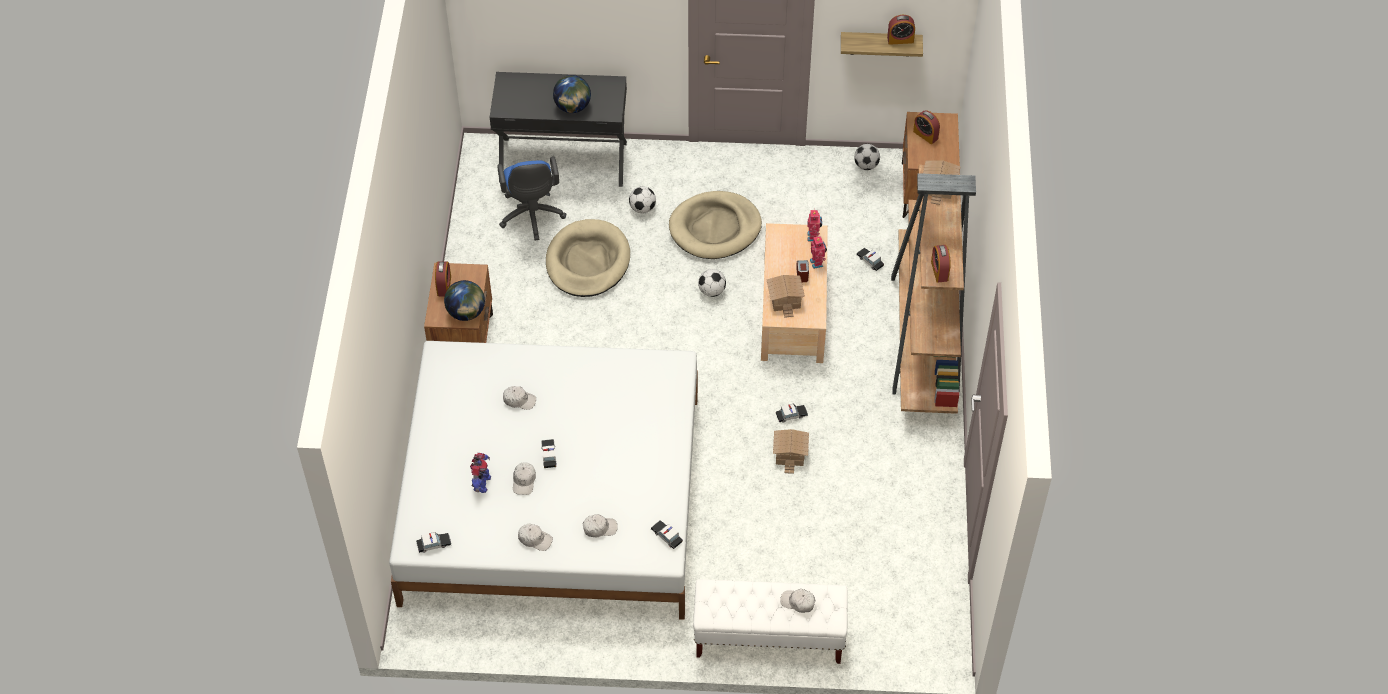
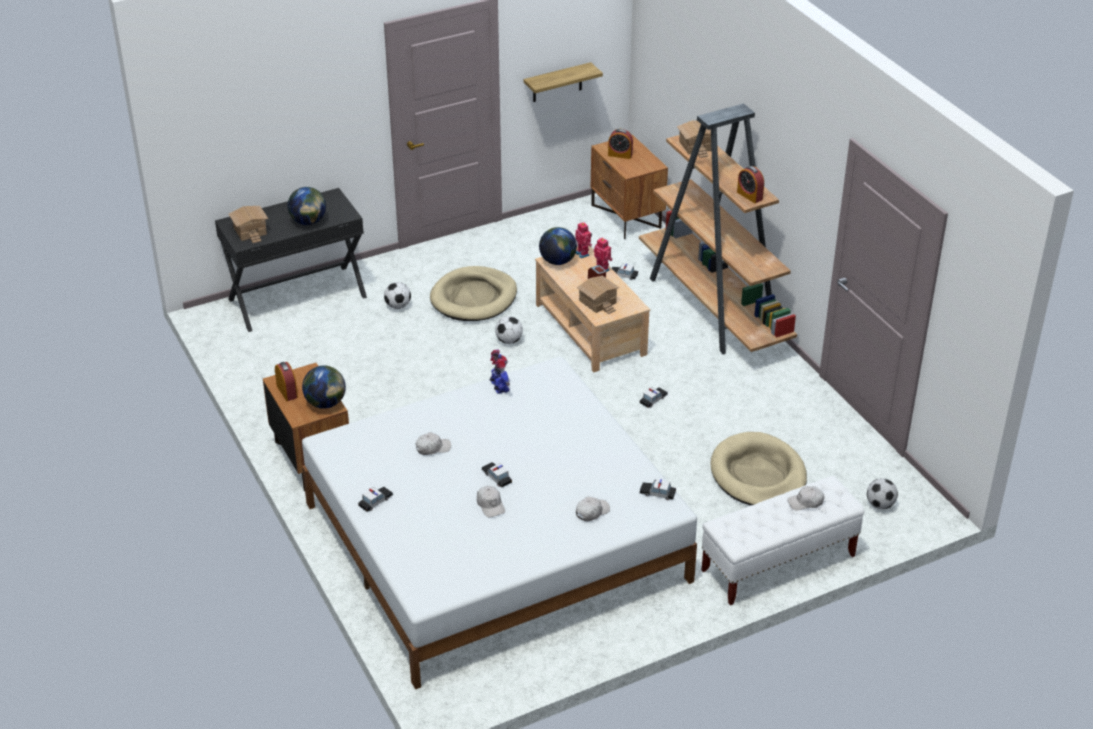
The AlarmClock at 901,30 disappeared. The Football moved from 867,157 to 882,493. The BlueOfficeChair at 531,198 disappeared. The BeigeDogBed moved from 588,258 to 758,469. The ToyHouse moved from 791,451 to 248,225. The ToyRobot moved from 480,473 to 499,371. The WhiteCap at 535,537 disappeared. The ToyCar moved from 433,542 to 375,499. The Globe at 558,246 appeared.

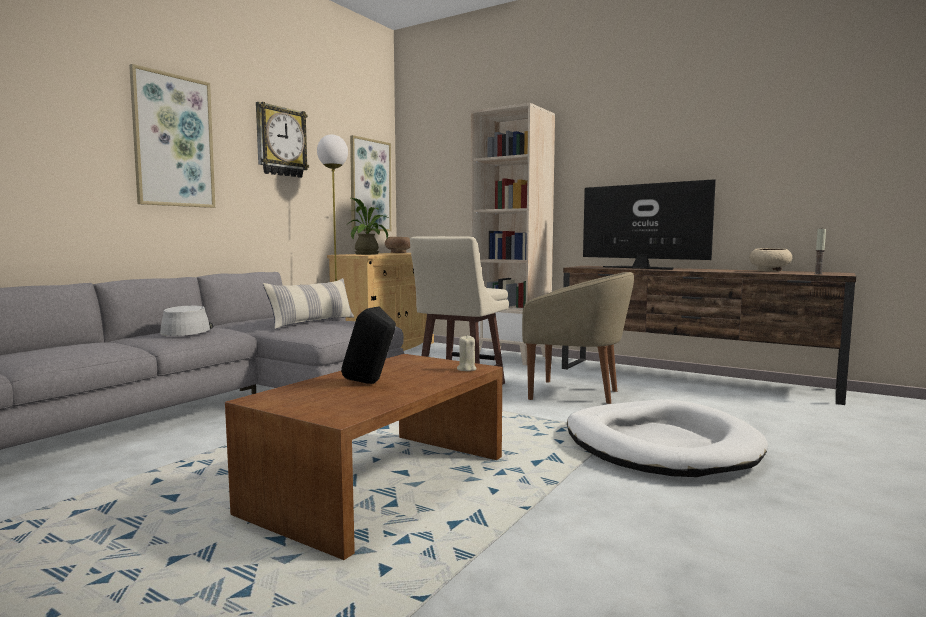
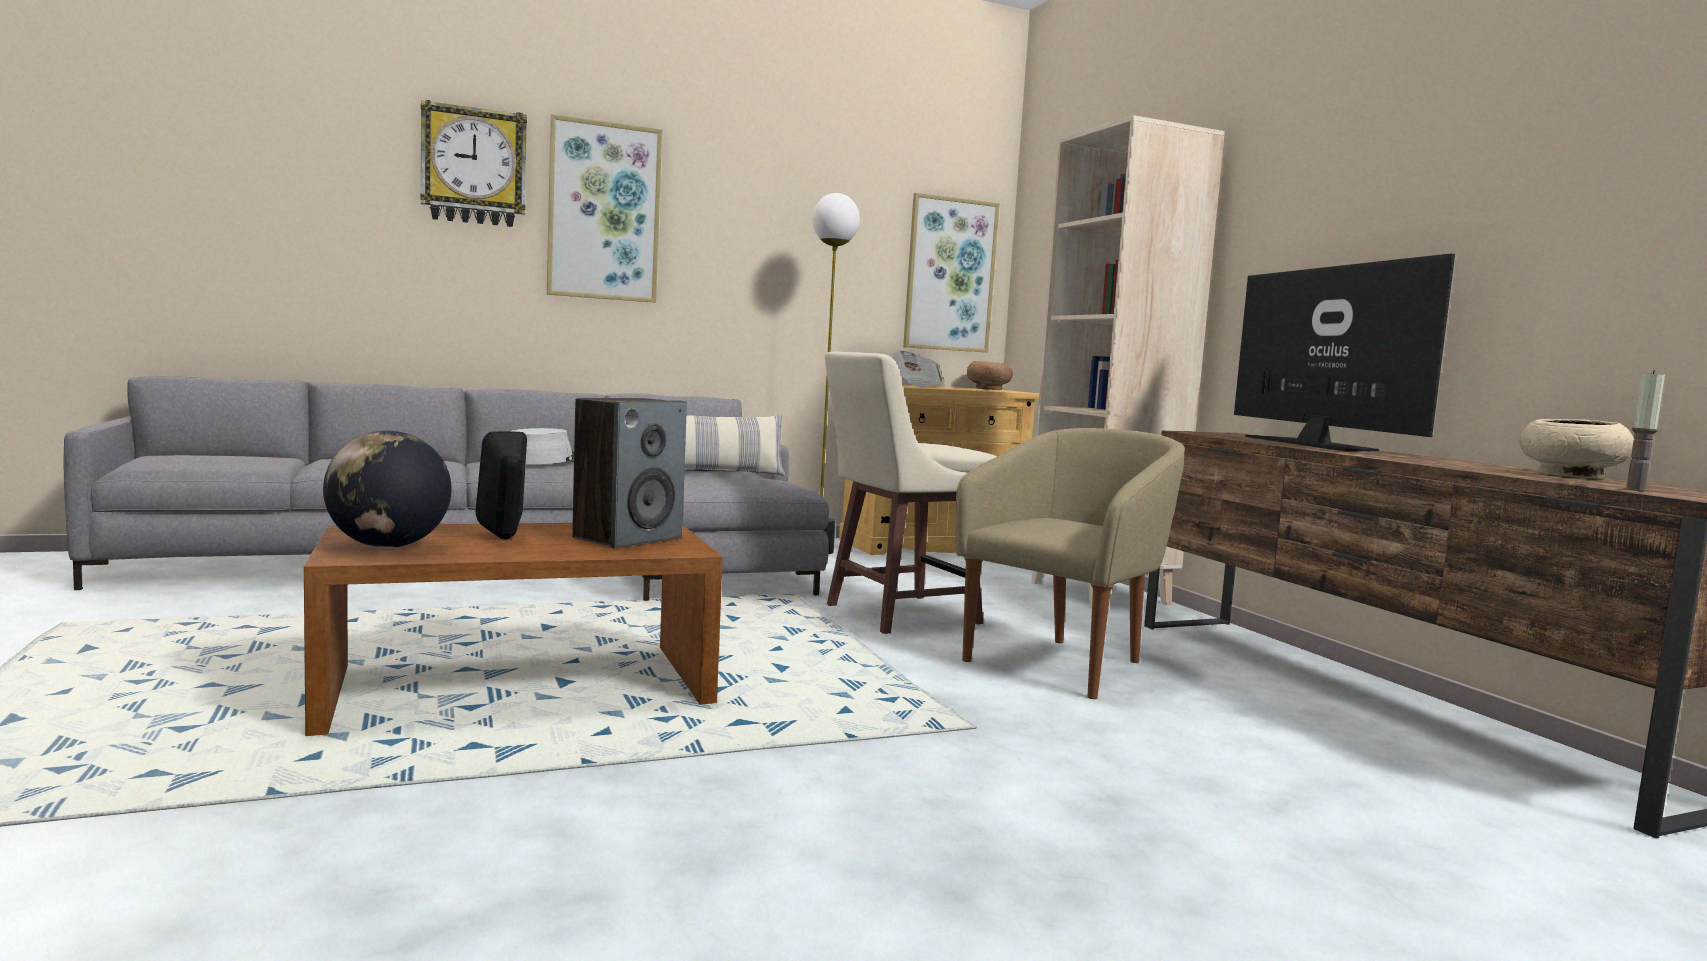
The WallClock moved from 282,140 to 474,163. The PottedPlant at 368,226 was replaced by the Newspaper at 915,368. The BeigeArmchair at 578,338 turned 105 degrees counterclockwise. The BeigeCandle at 466,353 disappeared. The WhiteDogBed at 667,438 disappeared. The Speaker at 629,473 appeared. The Globe at 387,489 appeared.

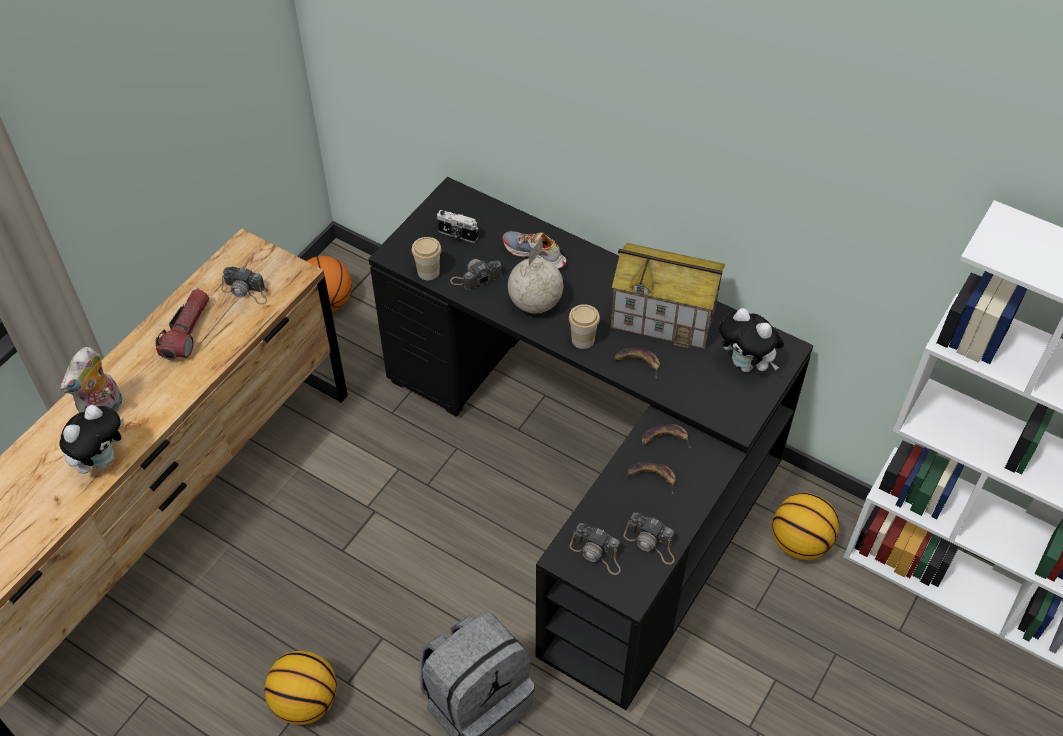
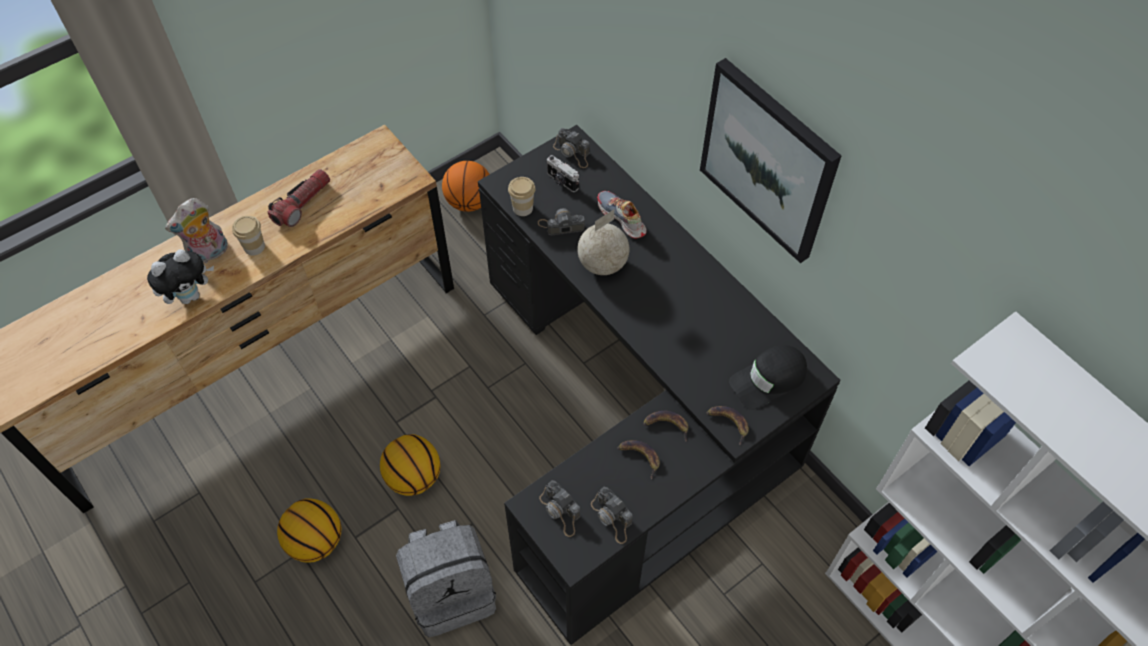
The ToyHouse at 668,296 disappeared. The PhotoCamera moved from 244,286 to 571,148. The Cup moved from 584,326 to 248,236. The PlushToy at 751,340 was replaced by the BlackCap at 768,377. The Banana moved from 637,363 to 727,425. The Basketball moved from 805,526 to 410,465. The Picture at 770,160 appeared.

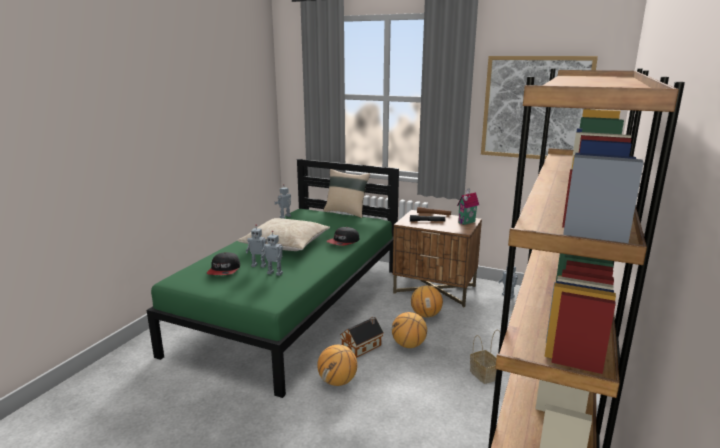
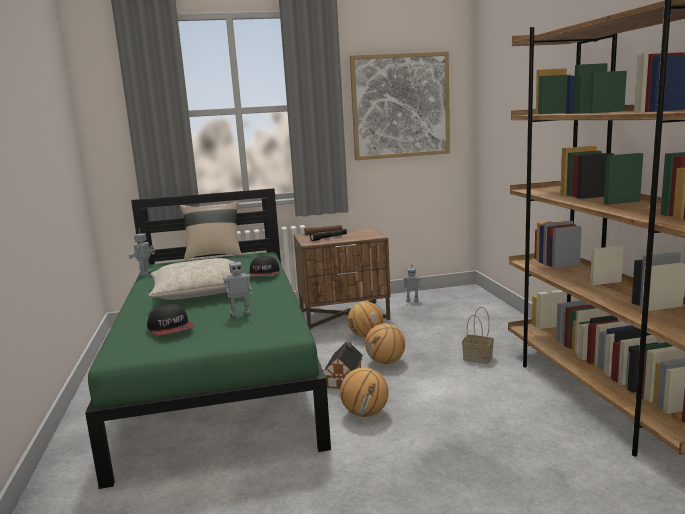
The ToyHouse at 468,206 disappeared. The ToyRobot at 256,246 disappeared.

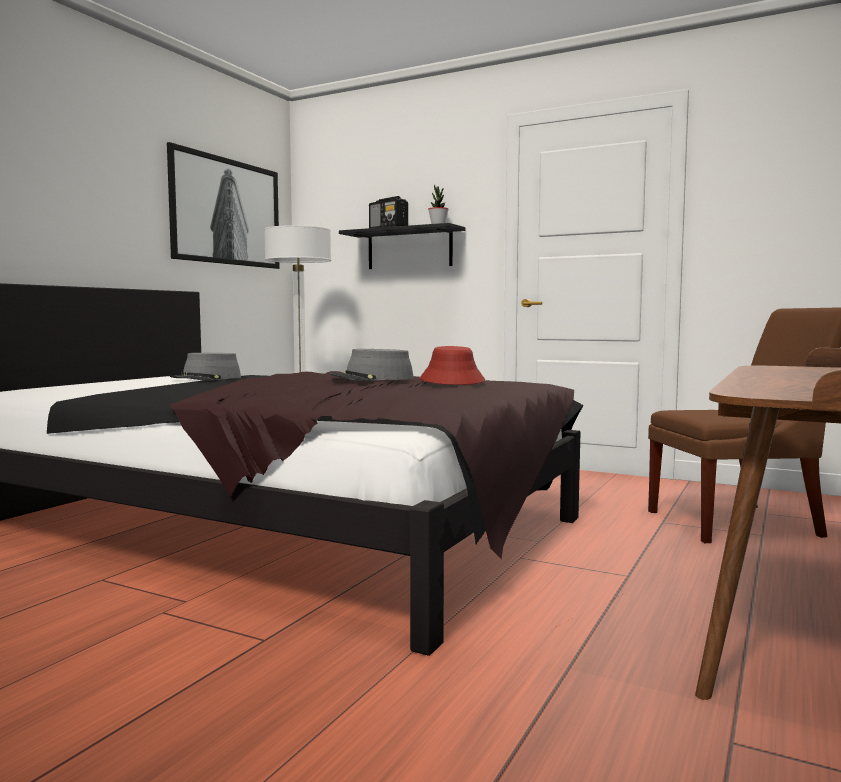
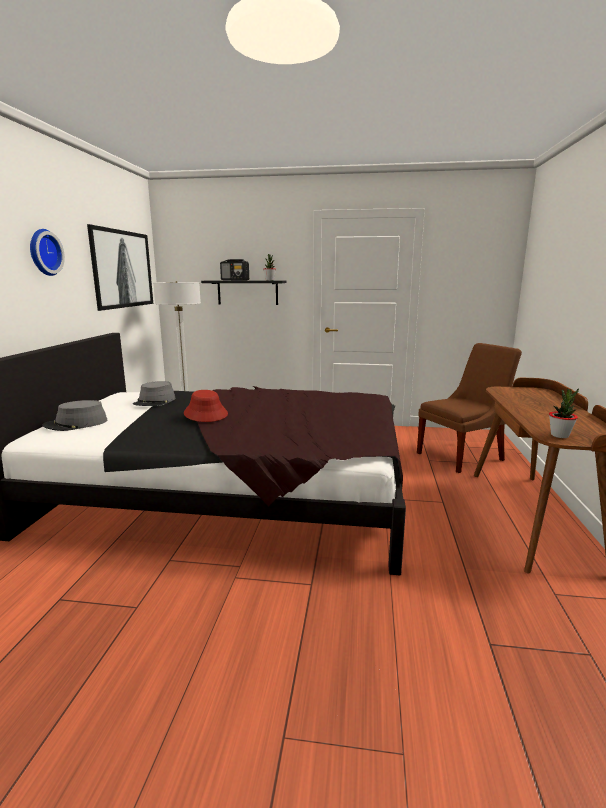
The RedHat moved from 452,365 to 206,406. The GreyHat moved from 372,365 to 74,415. The WallClock at 47,252 appeared. The PottedPlant at 564,413 appeared.

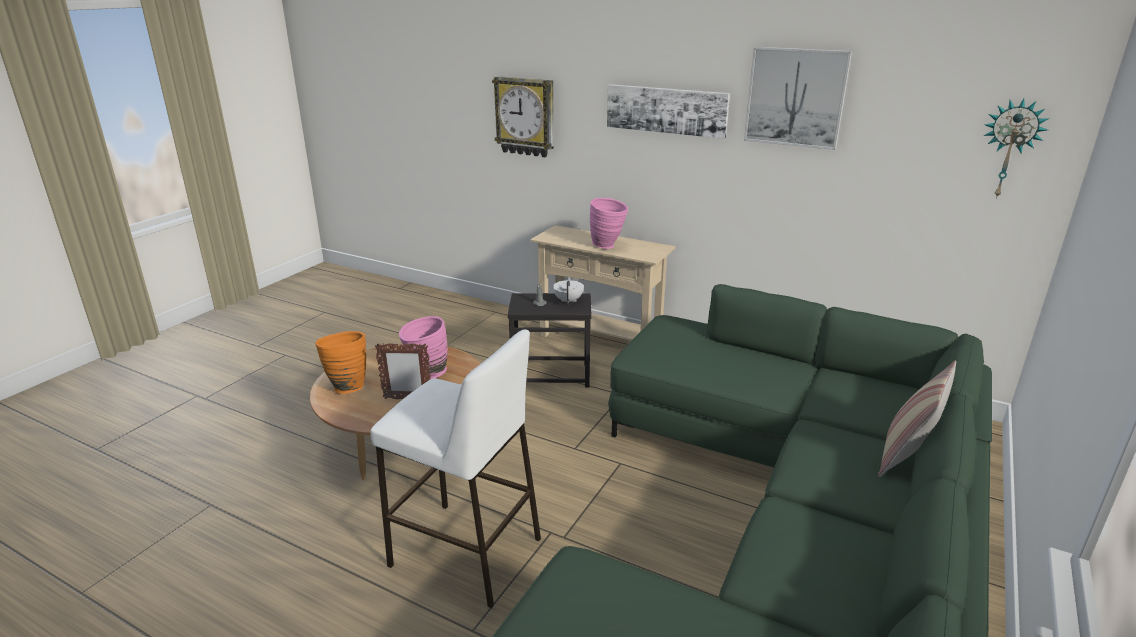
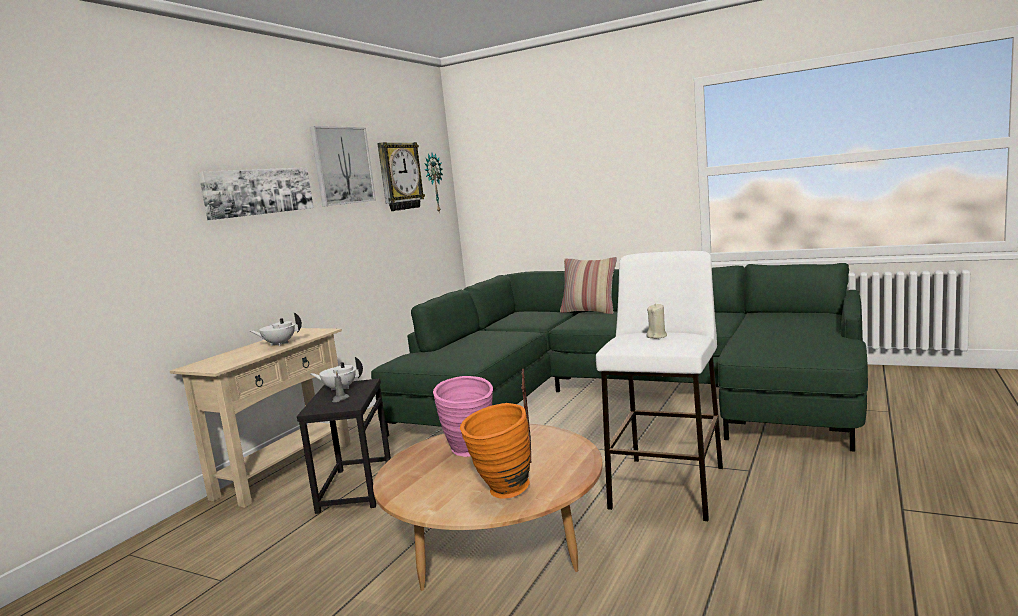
The WallClock moved from 523,116 to 401,176. The PinkVase at 609,223 was replaced by the WhiteTeapot at 276,329. The BeigeCandle at 656,321 appeared.

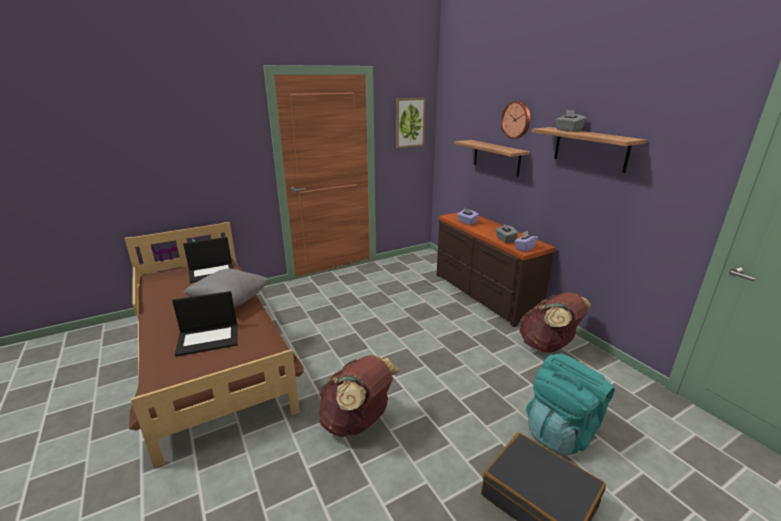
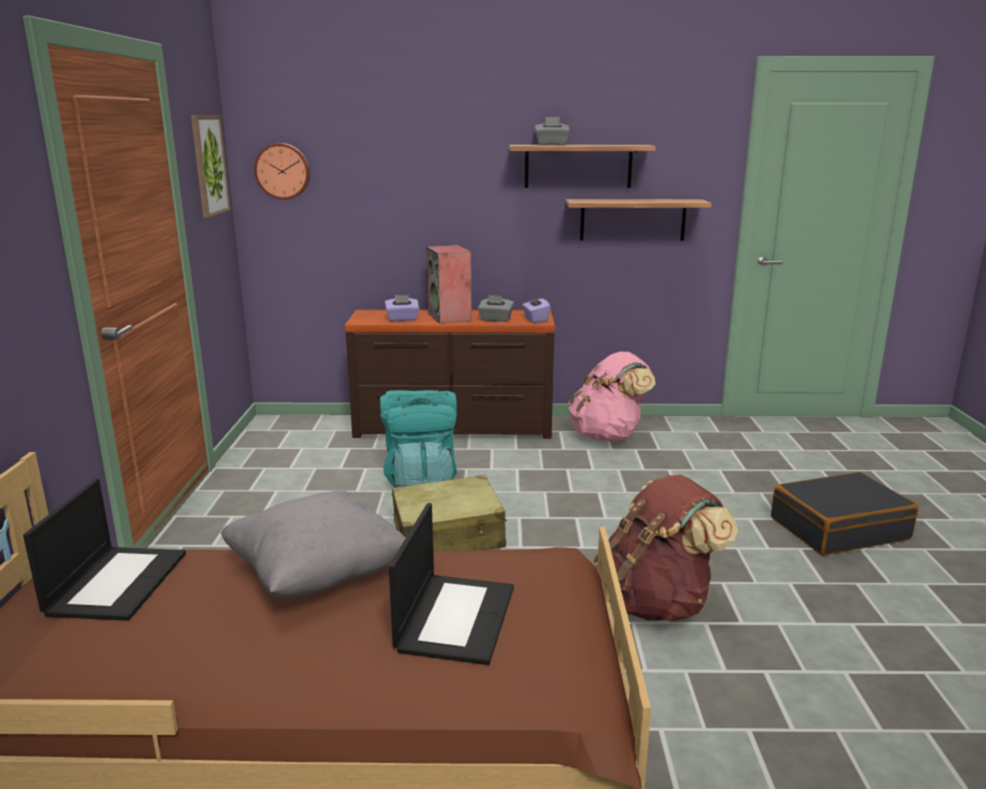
The WallClock moved from 516,120 to 282,171. The Shelf moved from 492,158 to 639,220. The BrownBackpack at 555,322 became the PinkBackpack at 612,396. The TurquoiseBackpack moved from 570,404 to 418,438. The Speaker at 449,284 appeared. The BeigeSuitcase at 449,513 appeared.

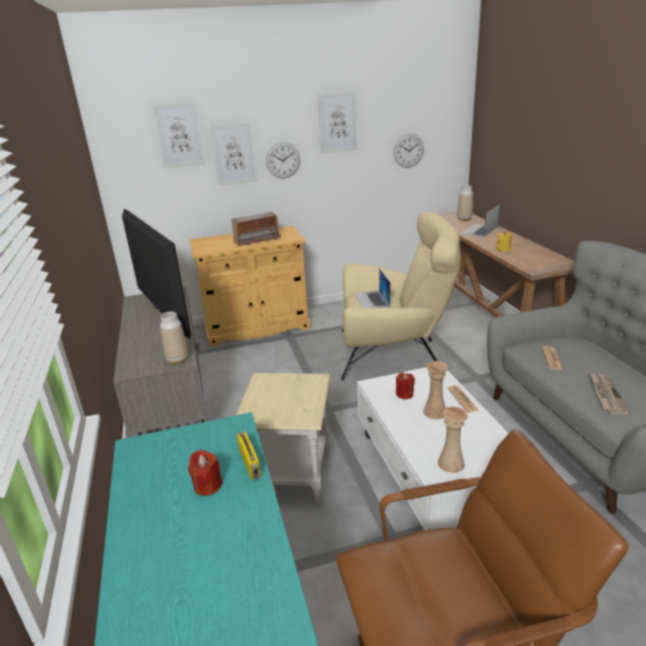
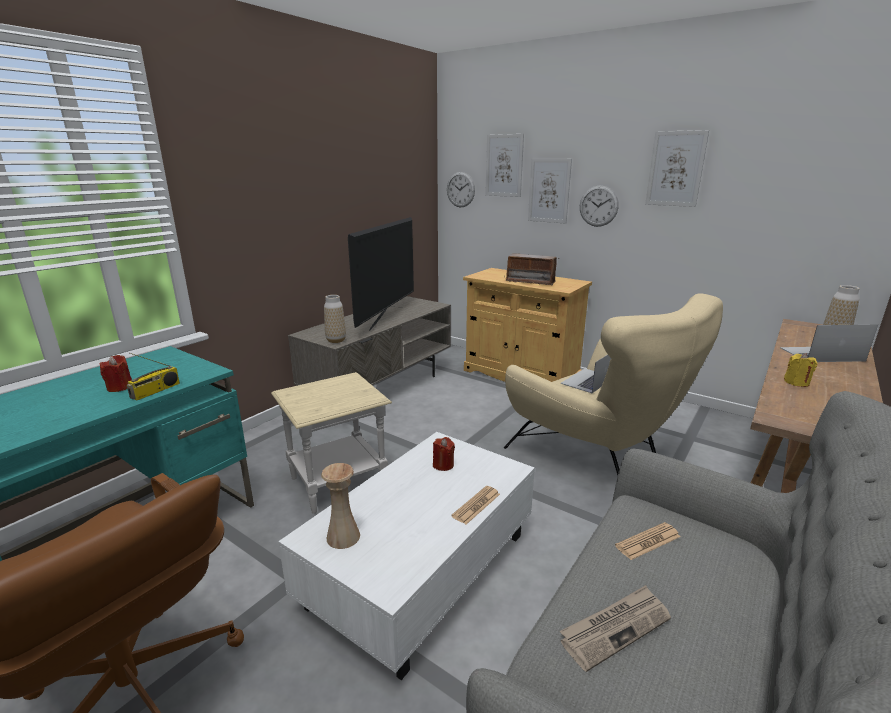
The WallClock moved from 409,151 to 461,189. The BeigeVase at 435,390 disappeared.

